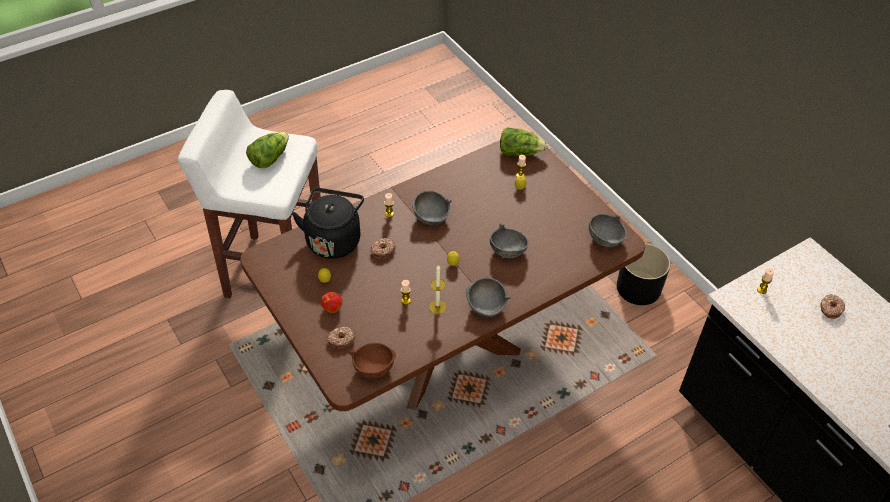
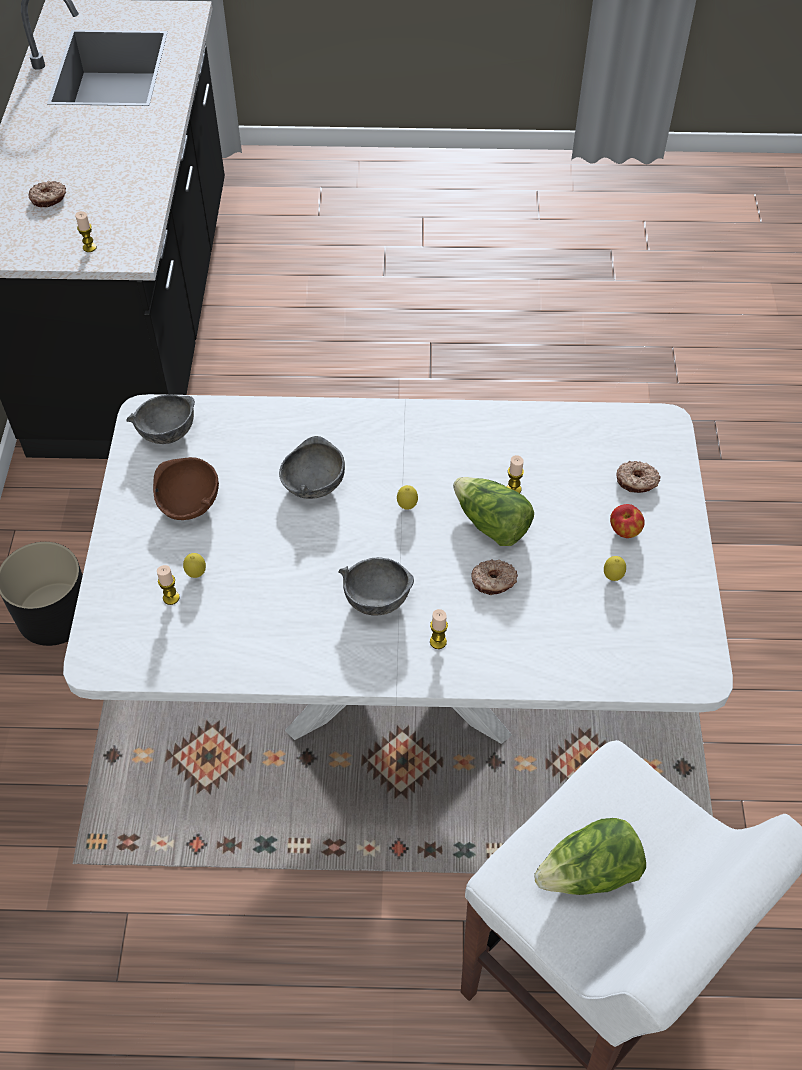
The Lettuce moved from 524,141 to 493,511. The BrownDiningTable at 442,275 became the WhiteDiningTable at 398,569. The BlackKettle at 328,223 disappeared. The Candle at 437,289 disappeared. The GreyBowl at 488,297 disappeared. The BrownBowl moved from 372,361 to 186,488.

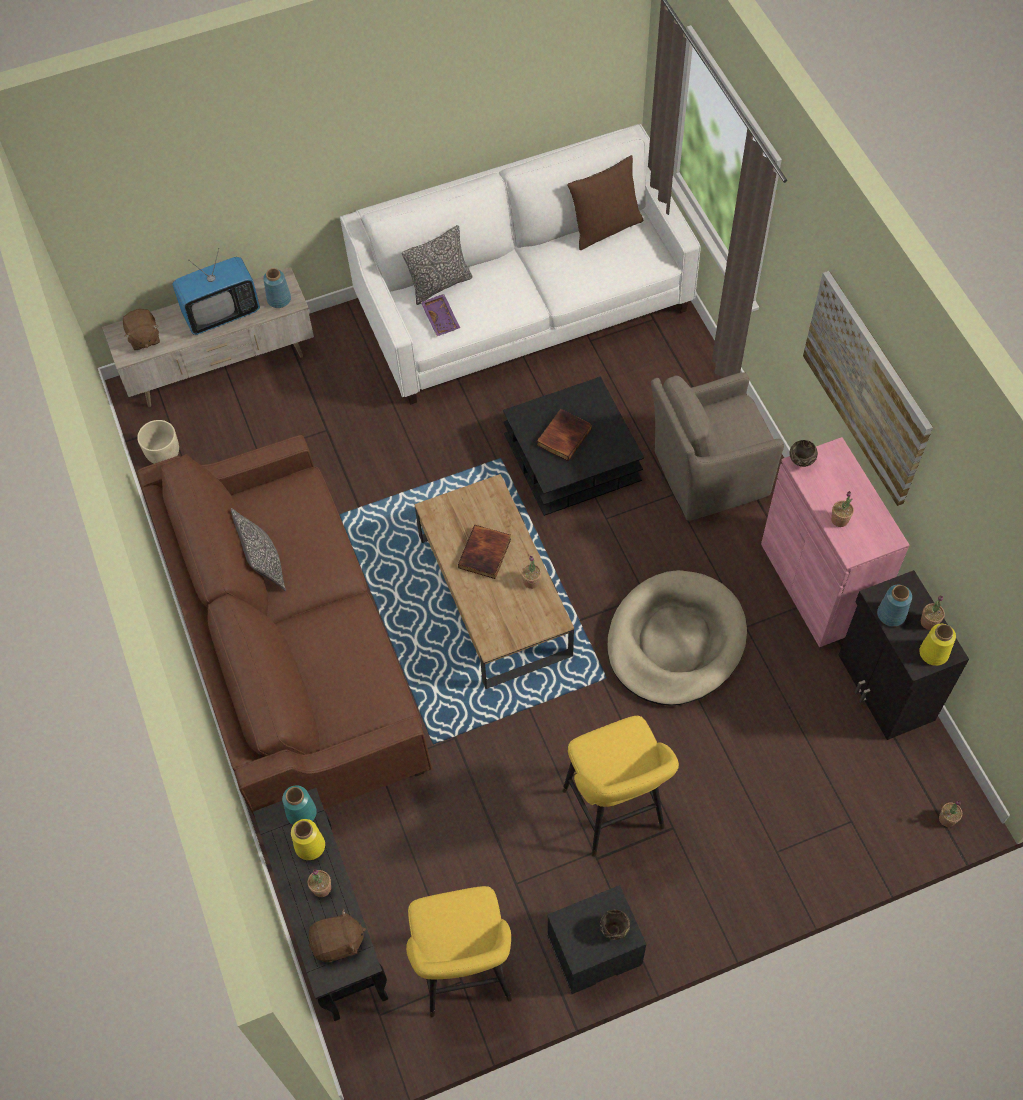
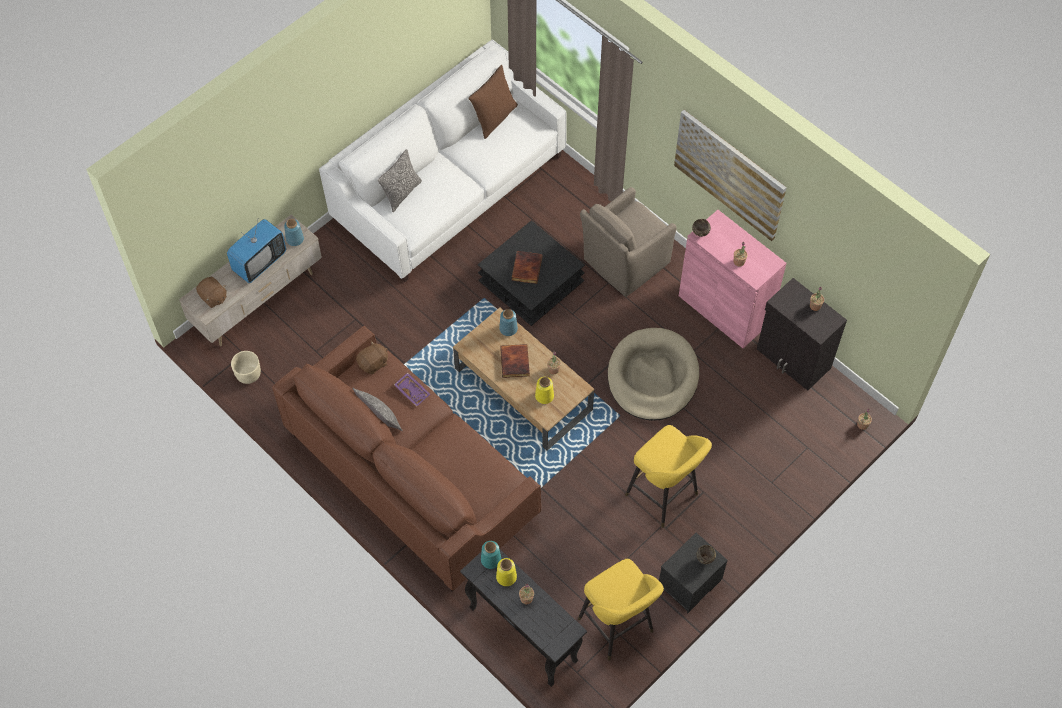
The PurpleTray moved from 440,315 to 412,389. The BlueVase moved from 894,606 to 508,322. The YellowVase moved from 937,645 to 544,390. The BrownPlushToy moved from 337,935 to 372,357.

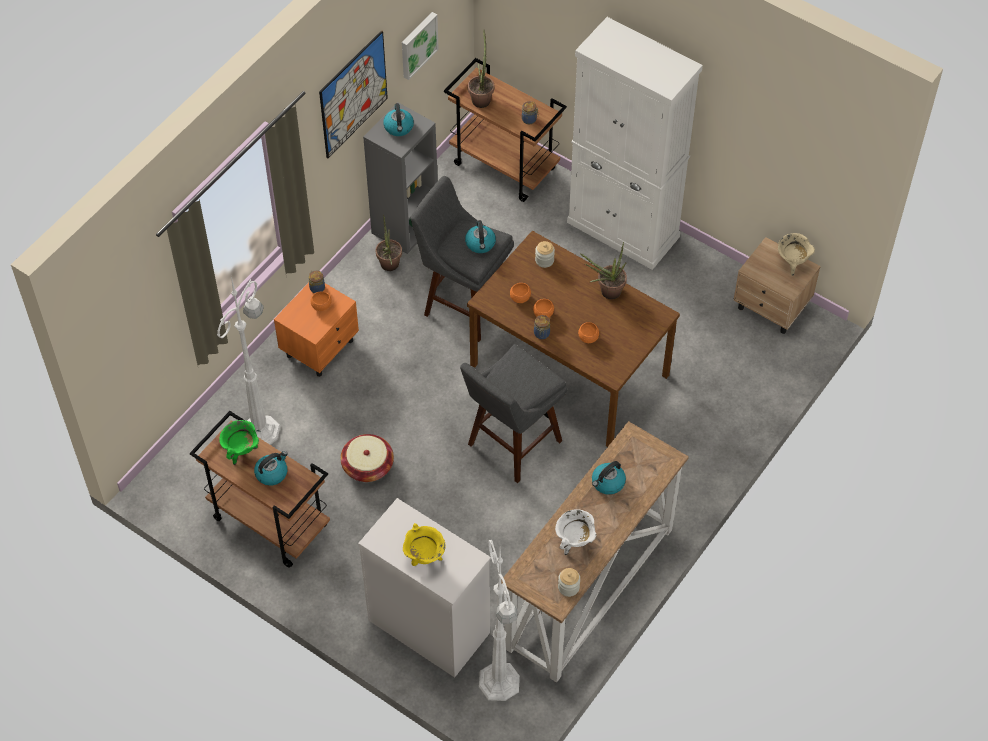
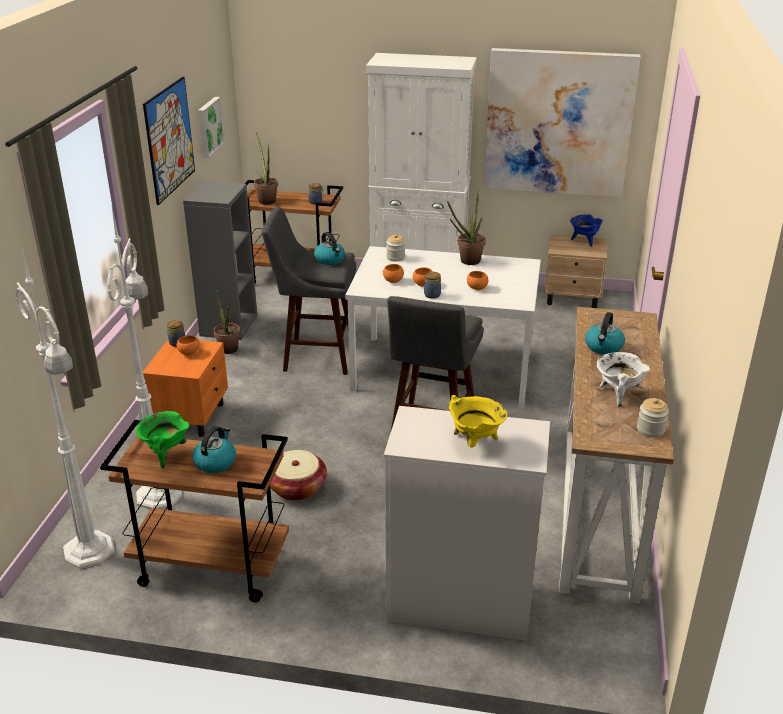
The Kettle at 398,119 disappeared. The BrownDiningTable at 573,339 became the WhiteDiningTable at 443,327. The BeigeCookingPot at 796,254 became the BlueCookingPot at 586,231. The WhiteFloorLamp moved from 499,620 to 65,407. The Picture at 562,123 appeared.

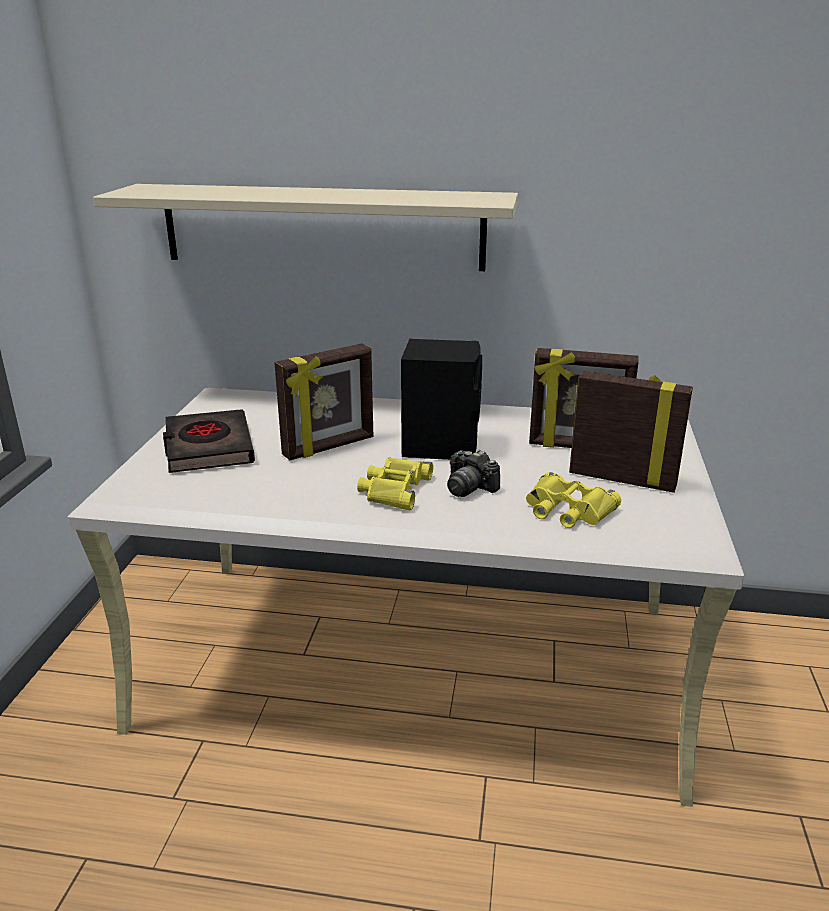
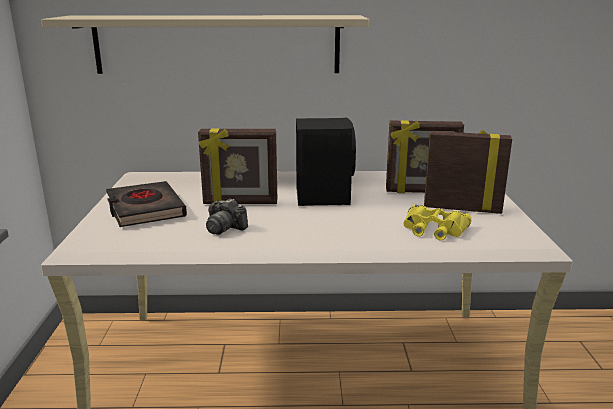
The PictureFrame at 323,401 turned 45 degrees clockwise. The PhotoCamera moved from 473,473 to 227,216. The YellowBinoculars at 395,483 disappeared.

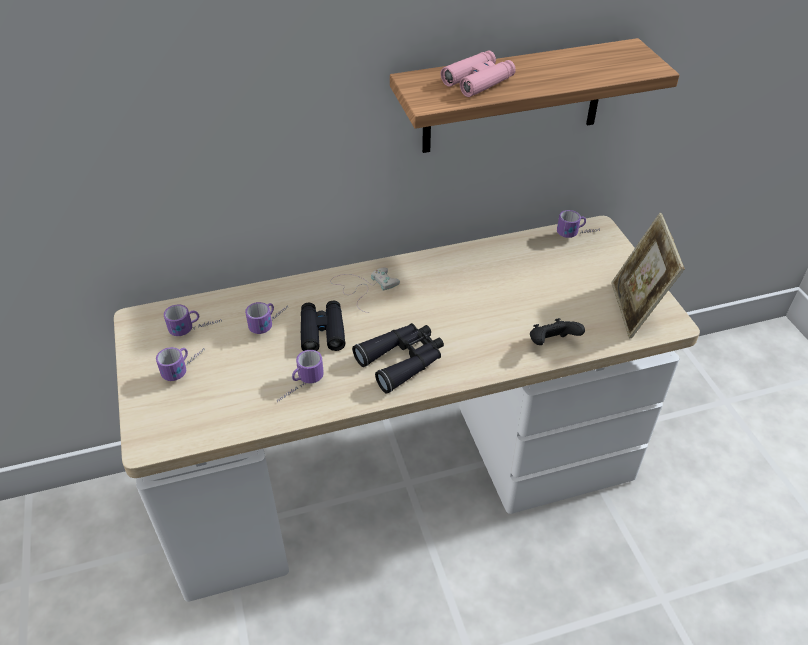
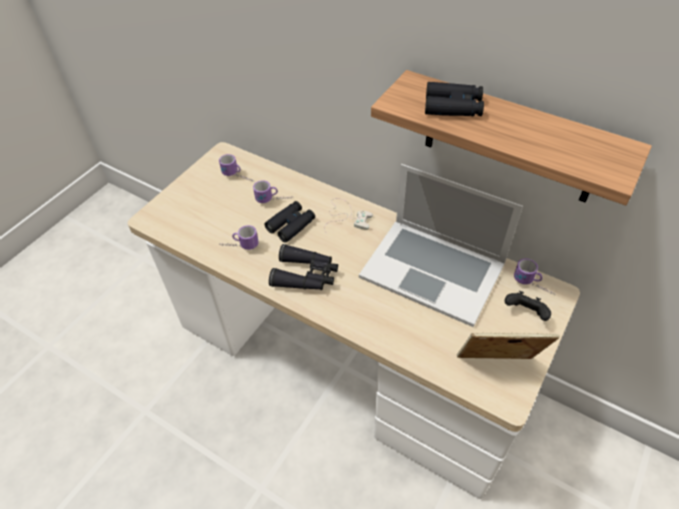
The PinkBinoculars at 478,73 became the BlackBinoculars at 454,99. The PictureFrame at 648,275 turned 45 degrees clockwise. The BlackGameController moved from 557,331 to 528,306. The Mug at 180,364 disappeared. The Laptop at 441,245 appeared.

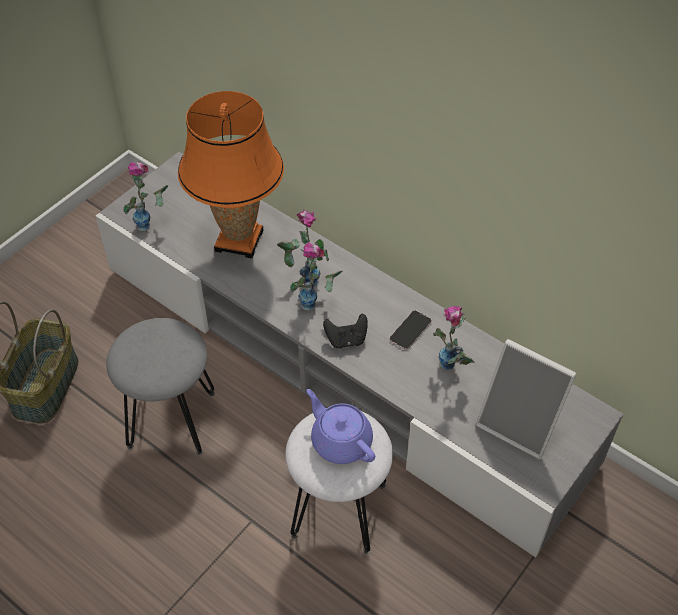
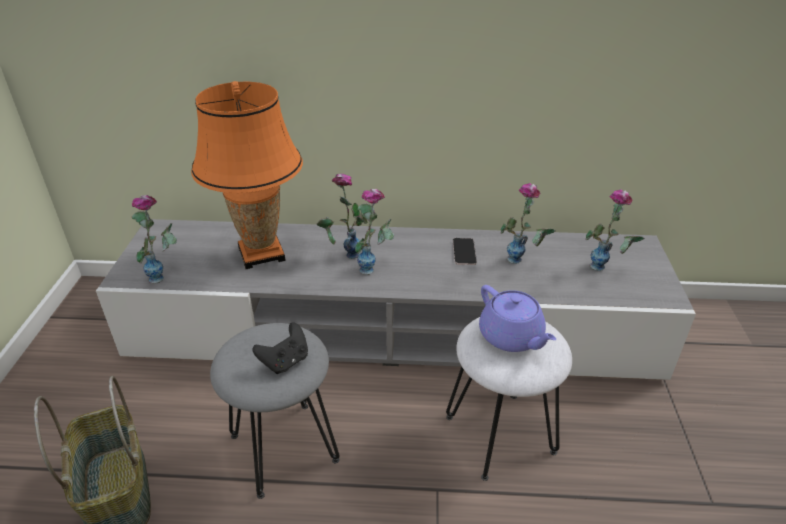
The BlackGameController moved from 345,331 to 280,348. The PictureFrame at 526,399 was replaced by the Vase at 615,230. The PurpleTeapot at 341,426 turned 135 degrees counterclockwise.

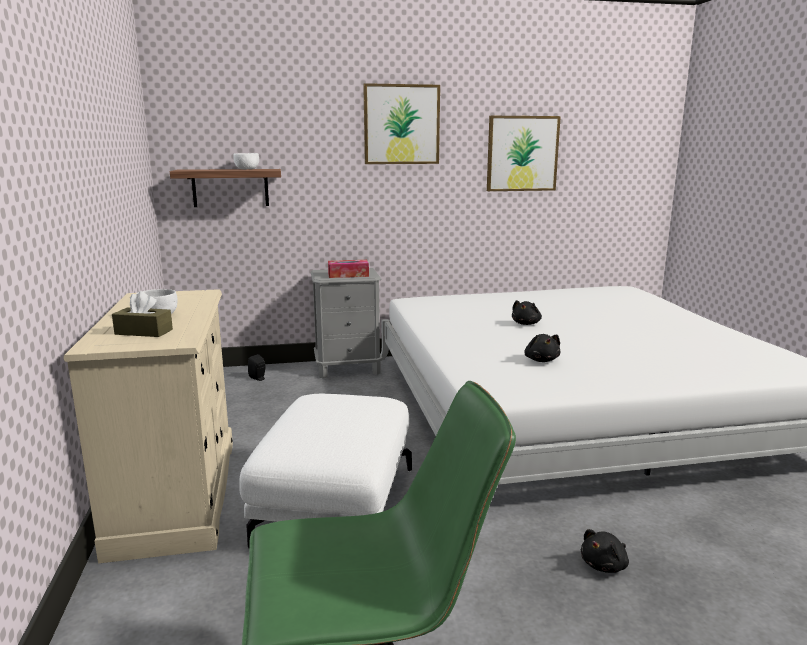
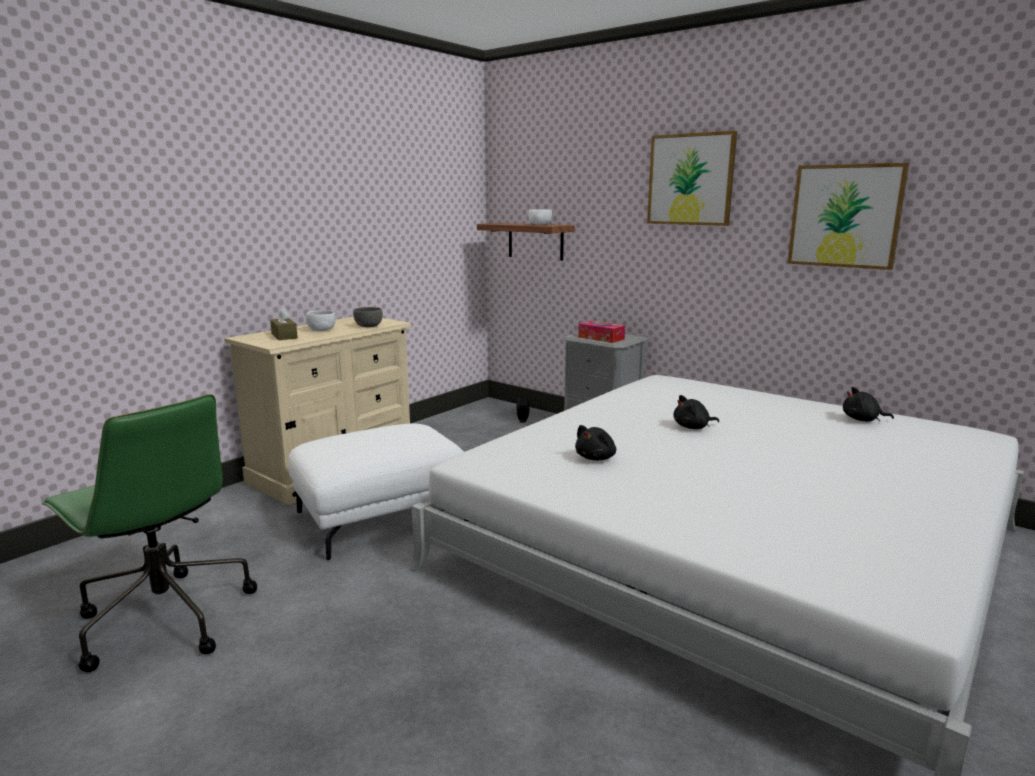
The BlackPlushToy moved from 605,551 to 868,404. The GreyBowl at 368,317 appeared.

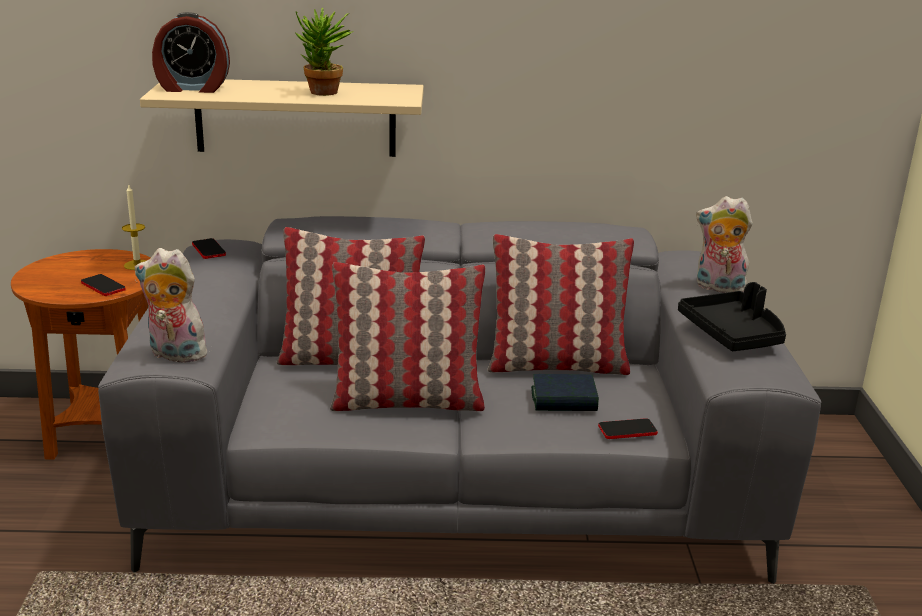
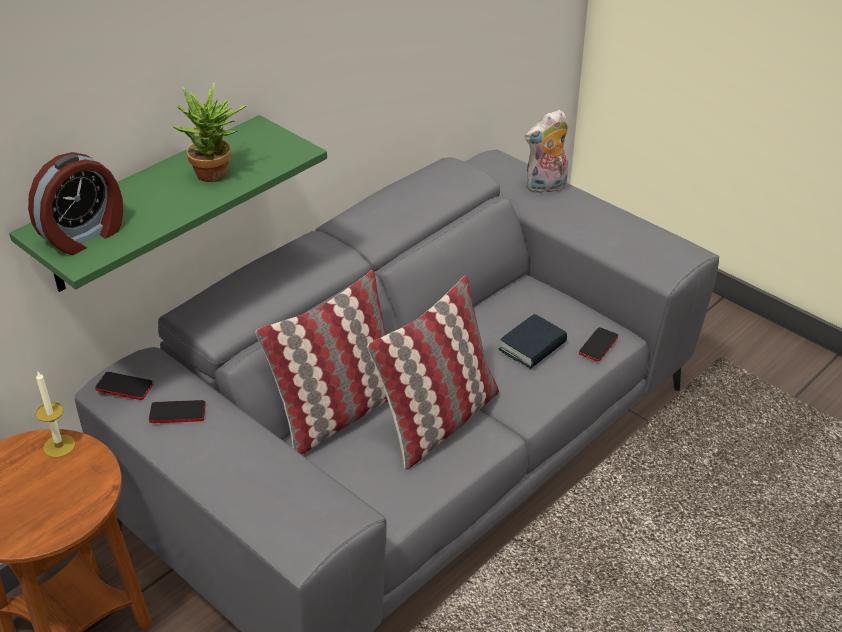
The BeigeShelf at 282,118 became the GreenShelf at 168,203. The Pillow at 561,304 disappeared. The PlushToy at 172,305 disappeared. The Phone moved from 103,285 to 177,411. The BlackTray at 732,316 disappeared.

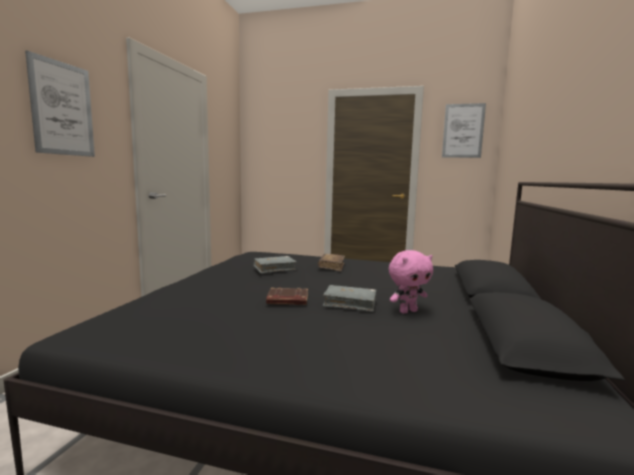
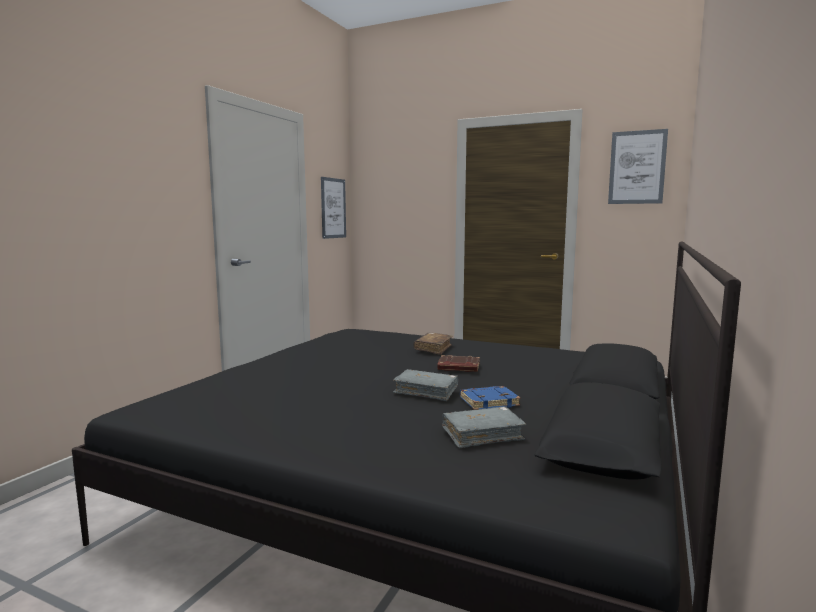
The Picture moved from 60,103 to 333,208. The PinkPlushToy at 411,282 was replaced by the BlueBook at 490,398. The GreyBook moved from 275,264 to 484,427. The BrownBook moved from 287,296 to 458,363.

